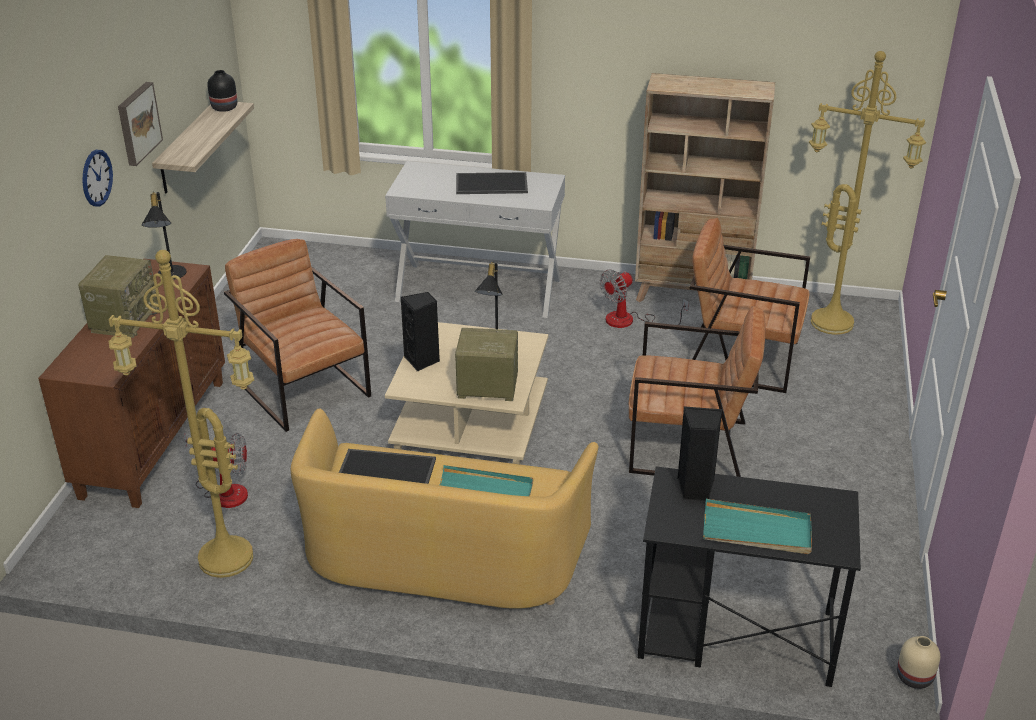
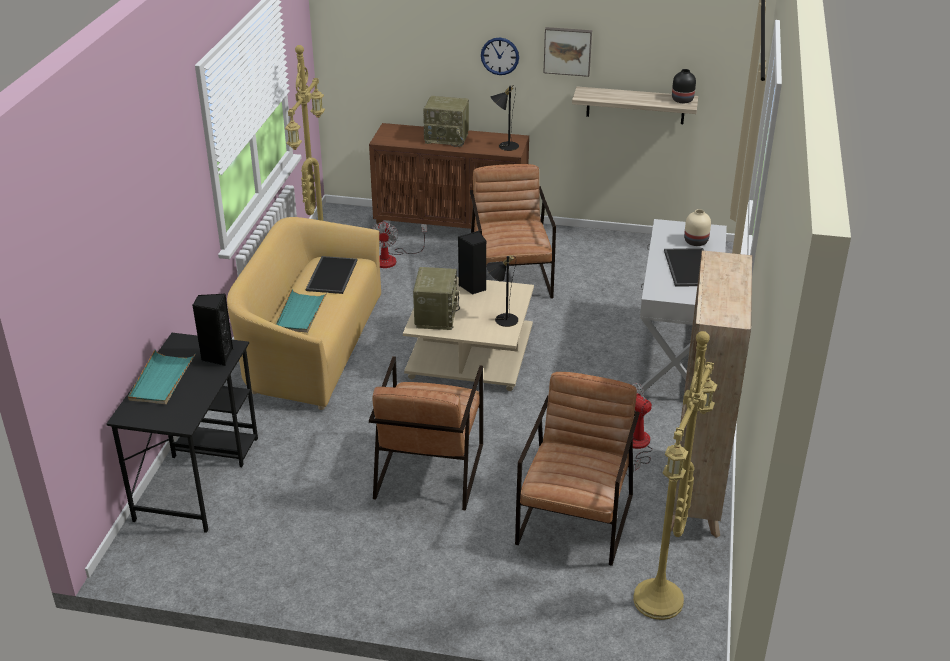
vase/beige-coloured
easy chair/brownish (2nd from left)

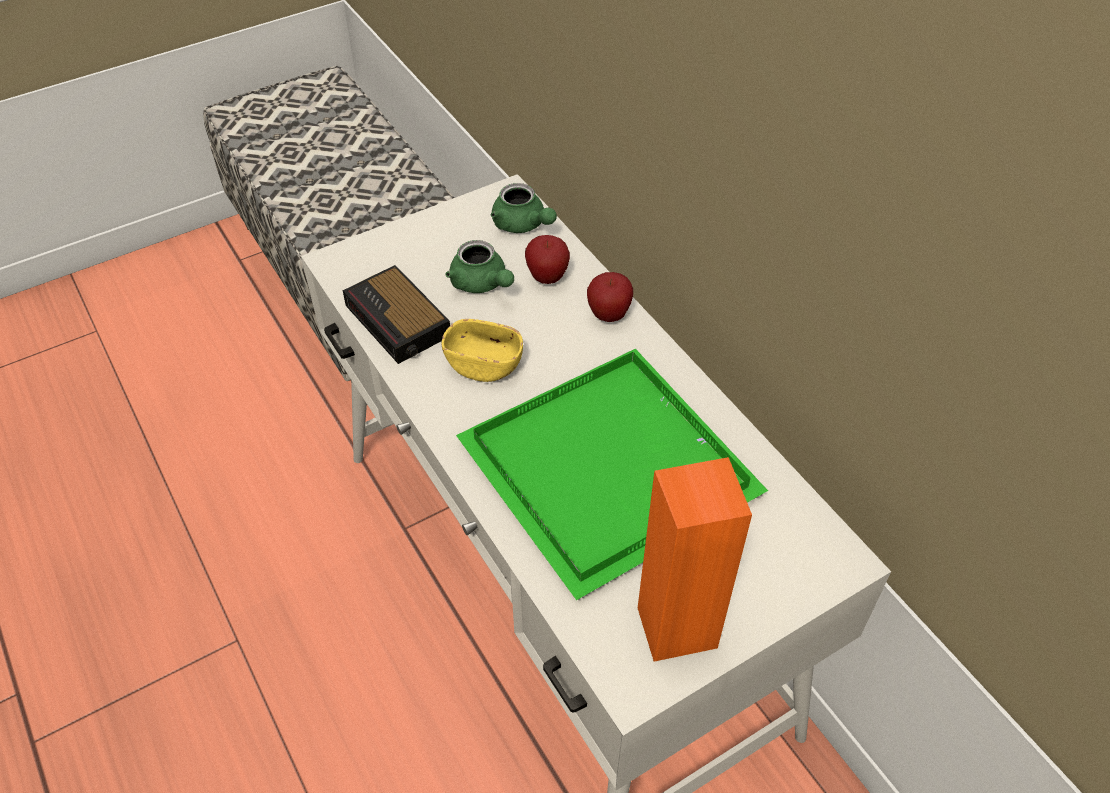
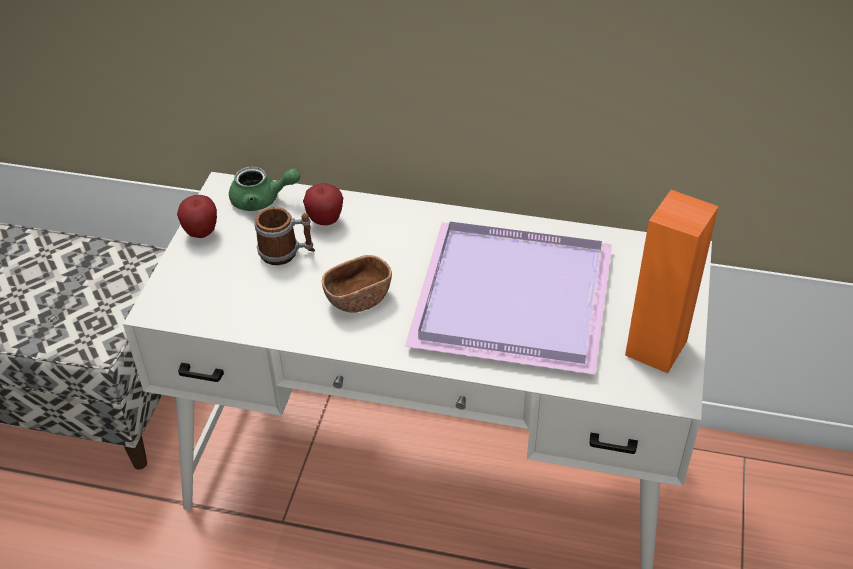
alarm clock
apple fruit (1st from left)
tea mug
bowl/brownish
carrying tray/purple-coloured

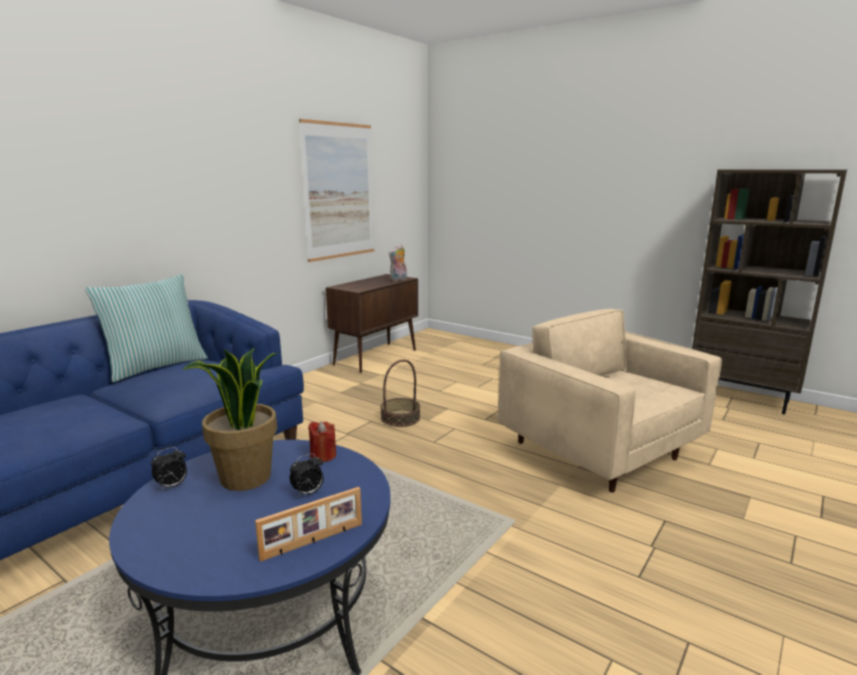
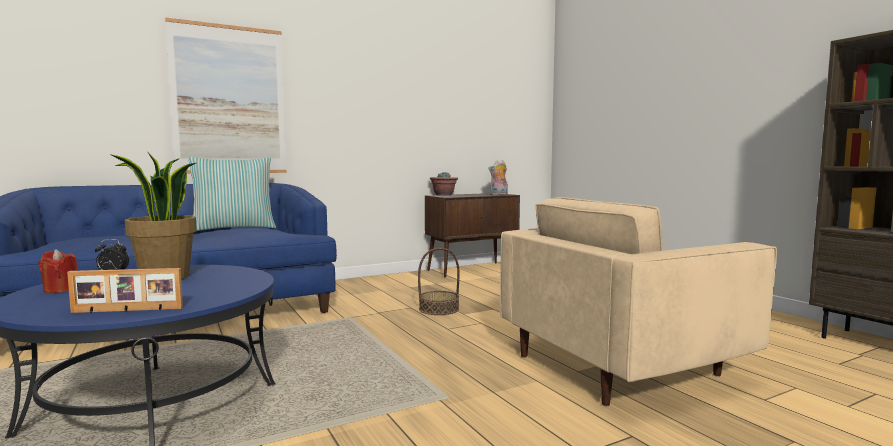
alarm clock (2nd from left in the first image)
potted plant (2nd from left)
wall art
wax candle/reddish
easy chair/beige-coloured

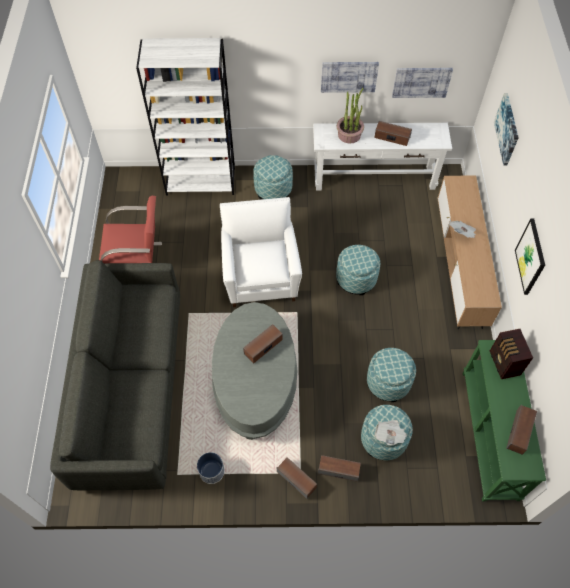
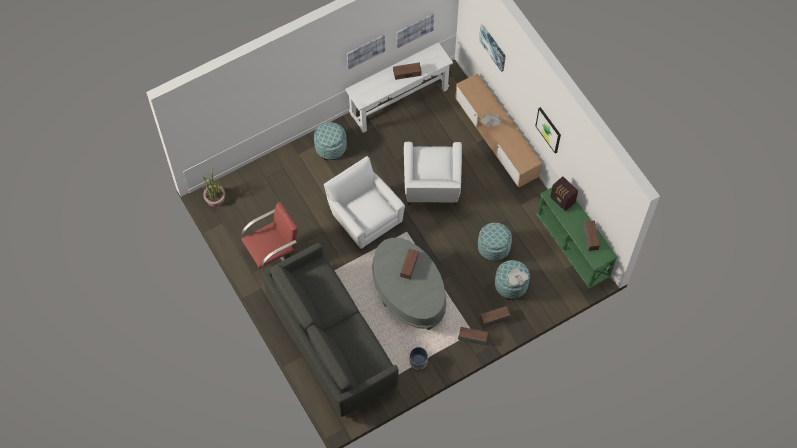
bookshelf/white
potted plant
easy chair/white (2nd from left)

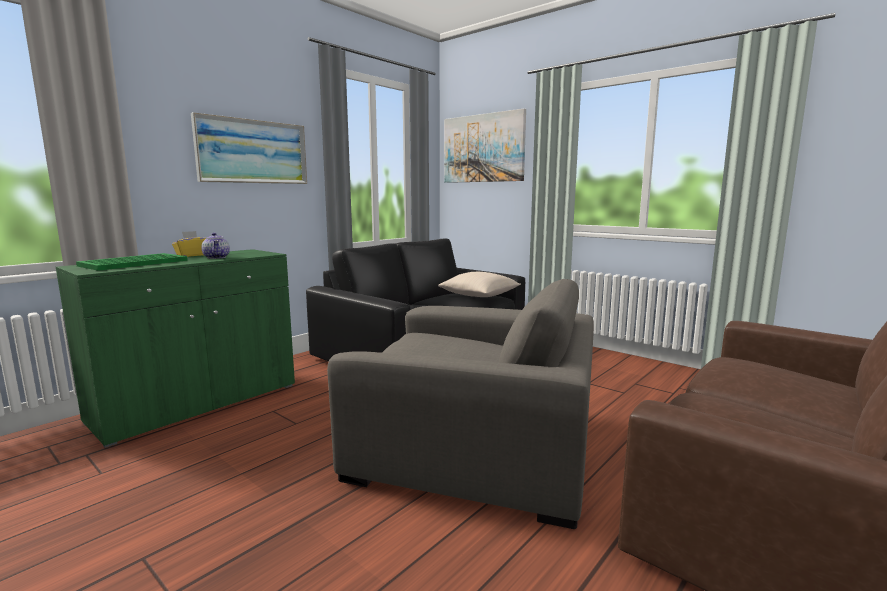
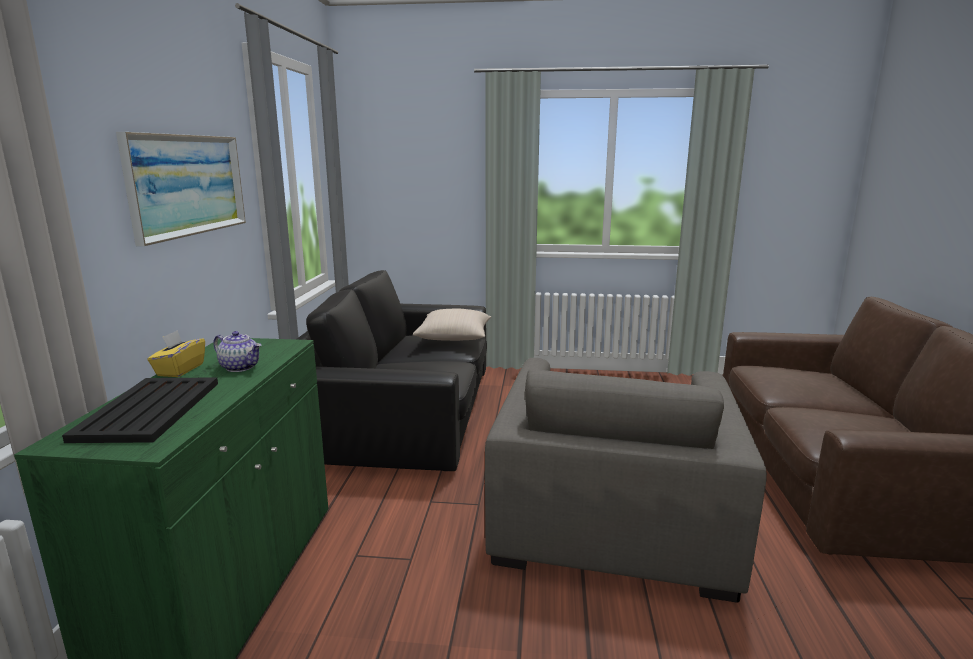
wall art (2nd from left in the first image)
carrying tray/black
easy chair/grey

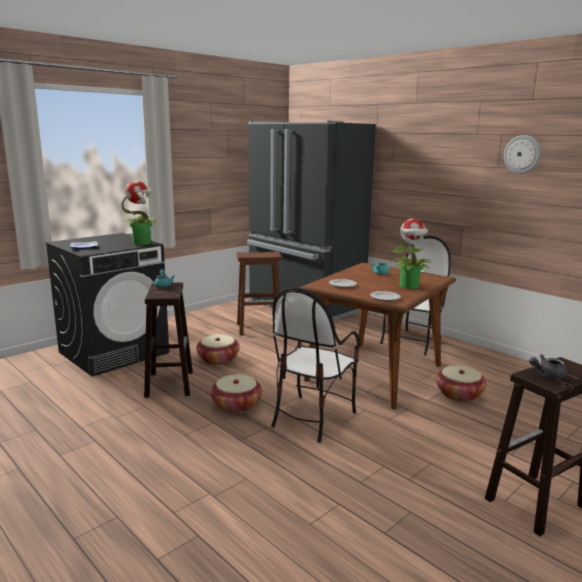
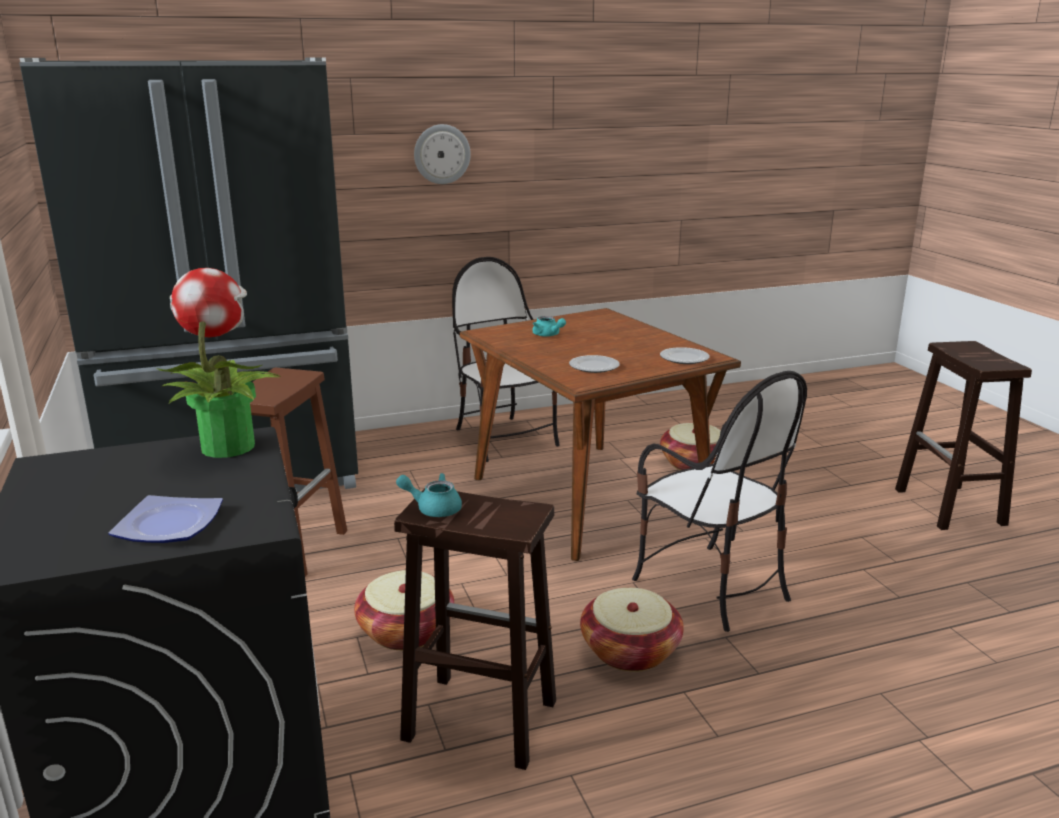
potted plant (2nd from left in the first image)
tea pot/grey
wall clock

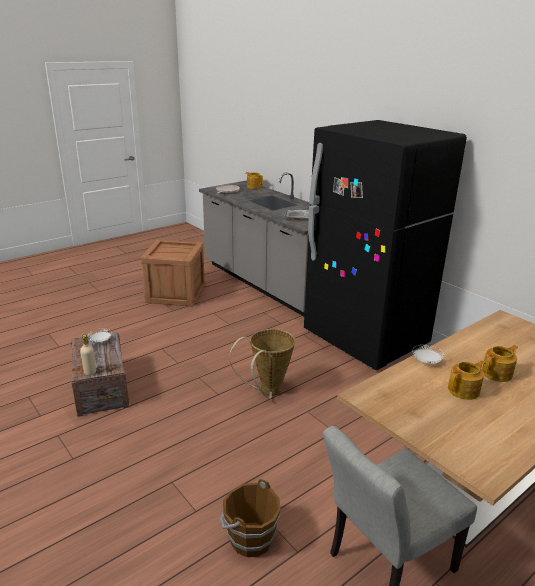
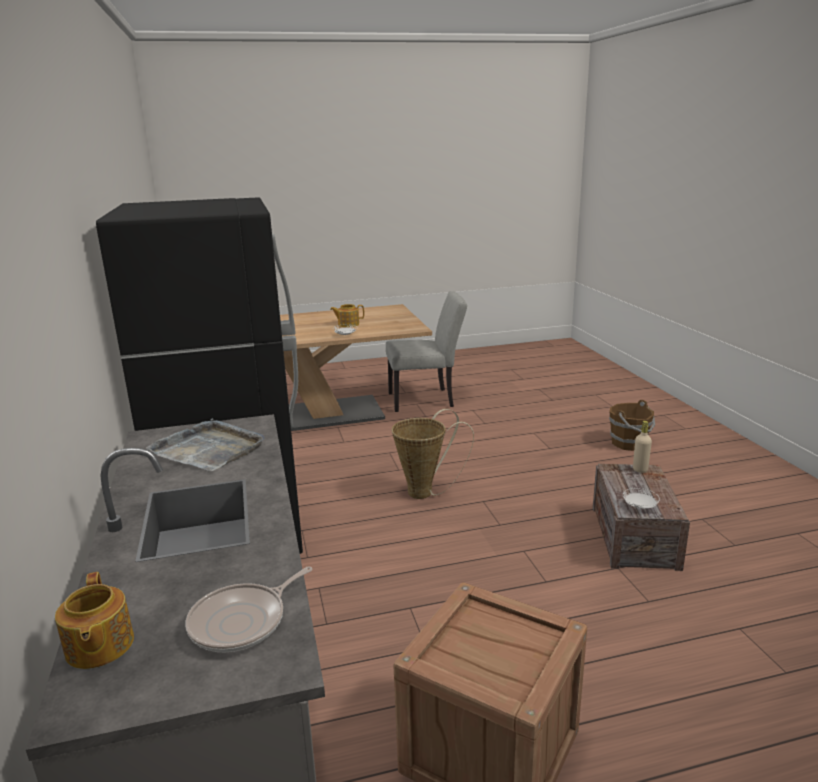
tea pot (3rd from left in the first image)
bucket/brownish

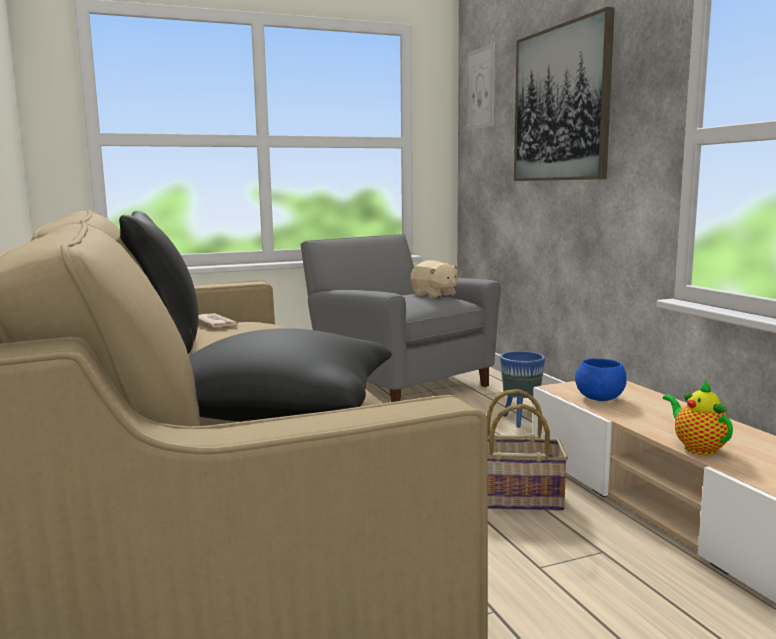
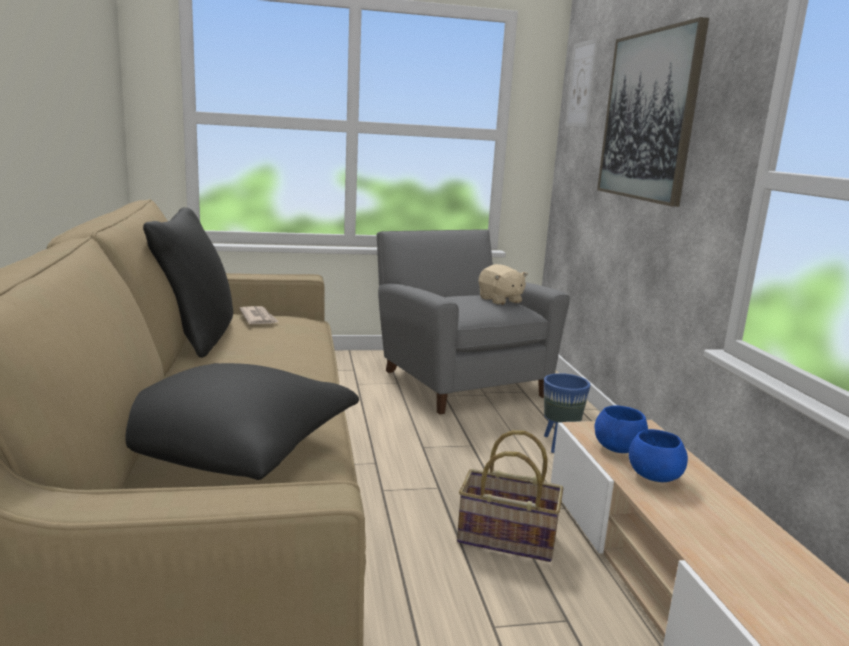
tea pot
bowl/blue (2nd from left)

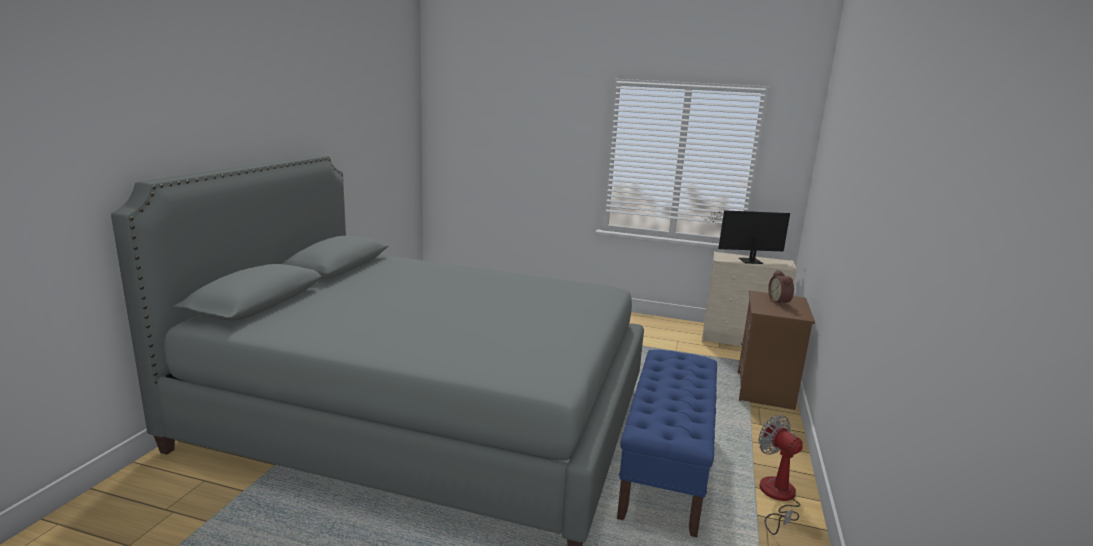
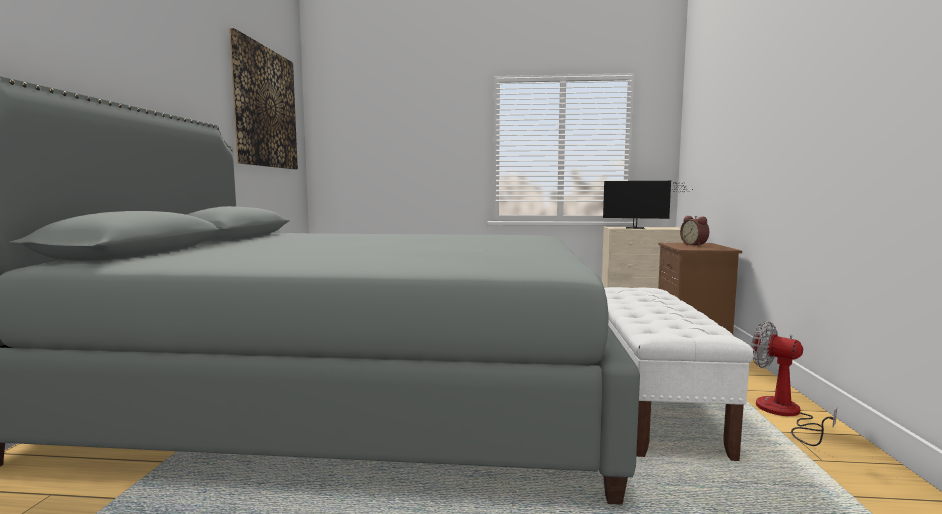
wall art
long seat/white
computer screen

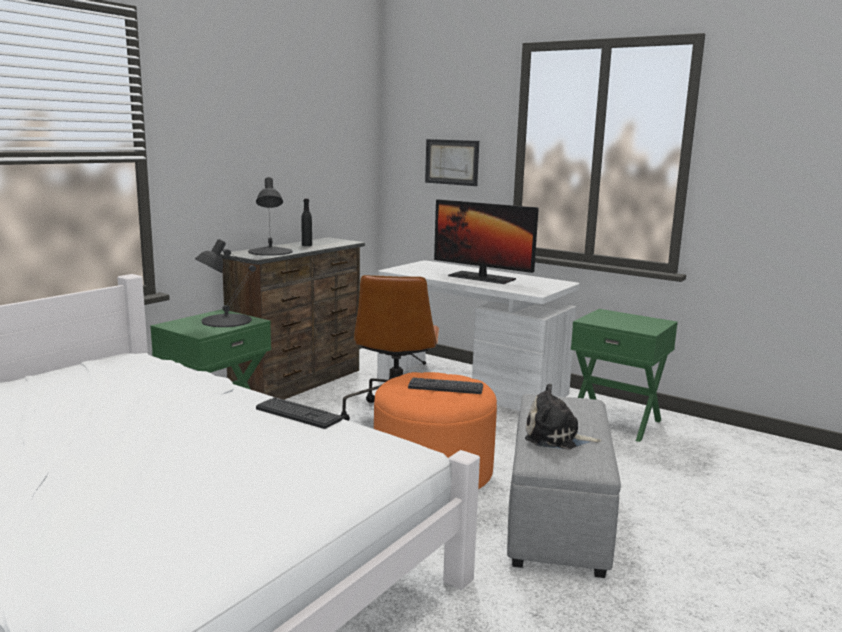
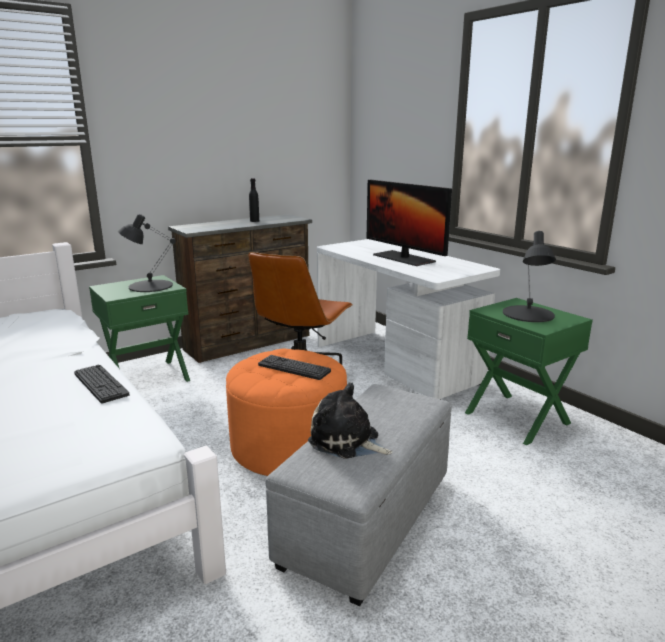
wall art
tabletop lamp/black (2nd from left)

